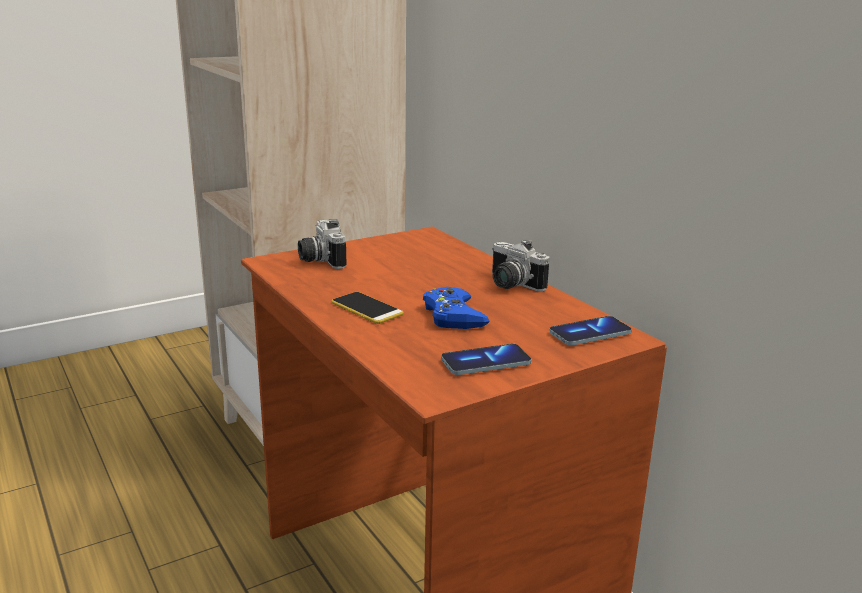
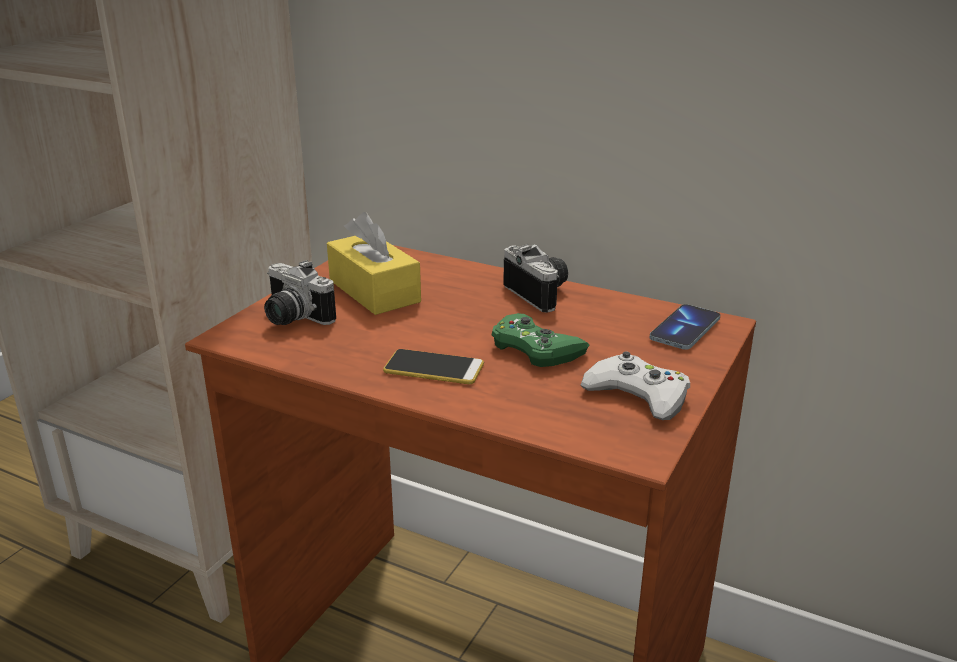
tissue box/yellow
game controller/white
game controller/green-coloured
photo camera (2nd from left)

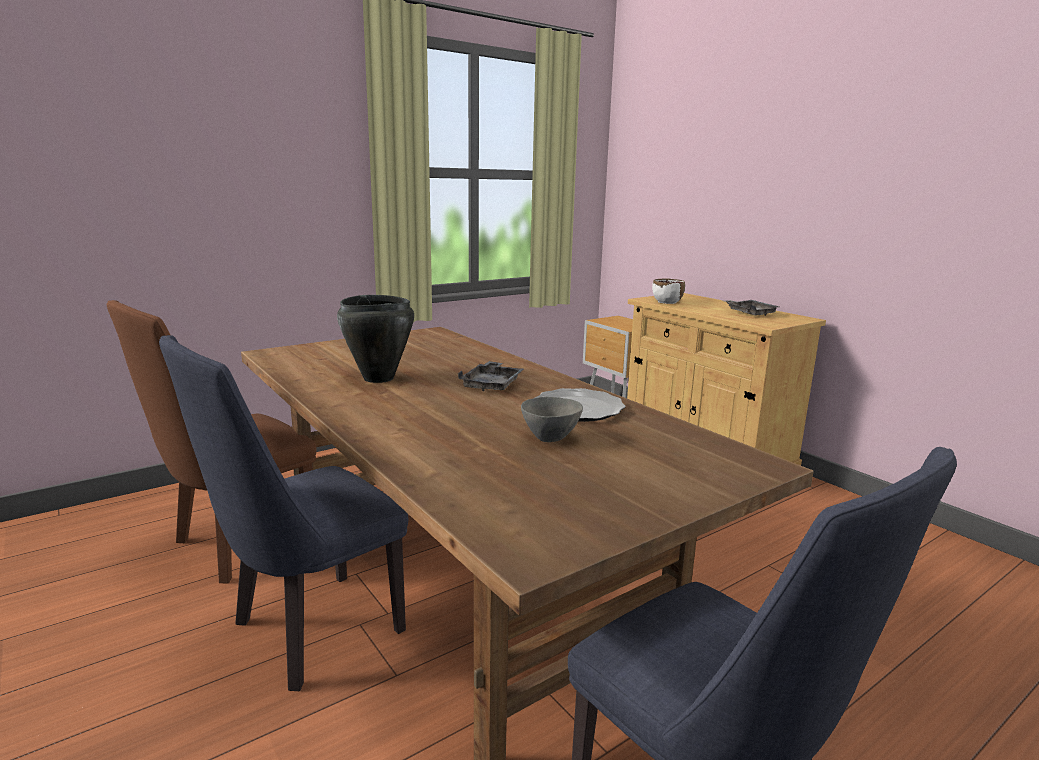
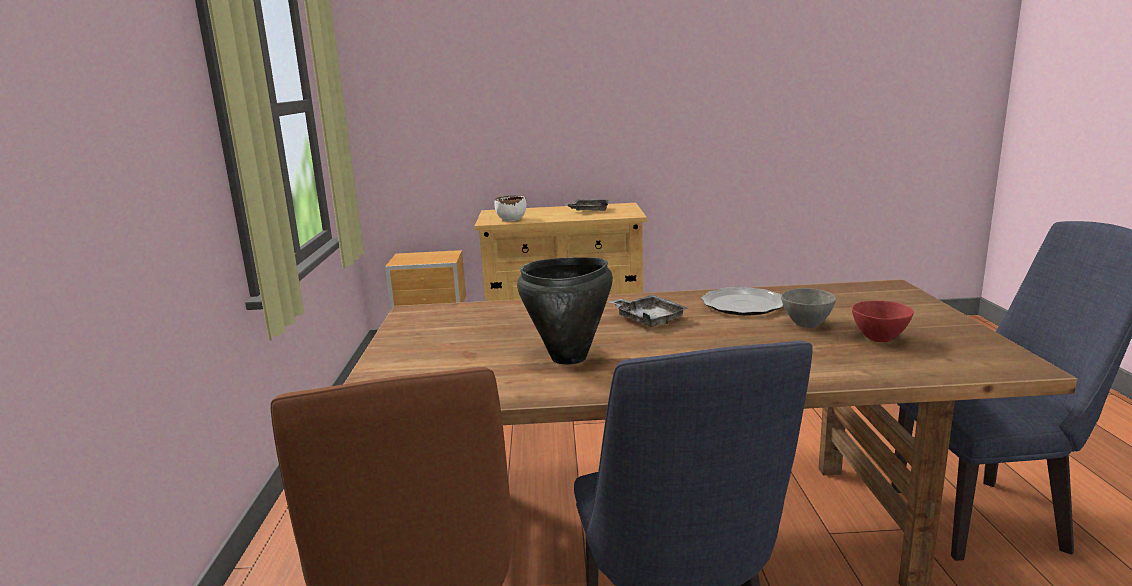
bowl/reddish

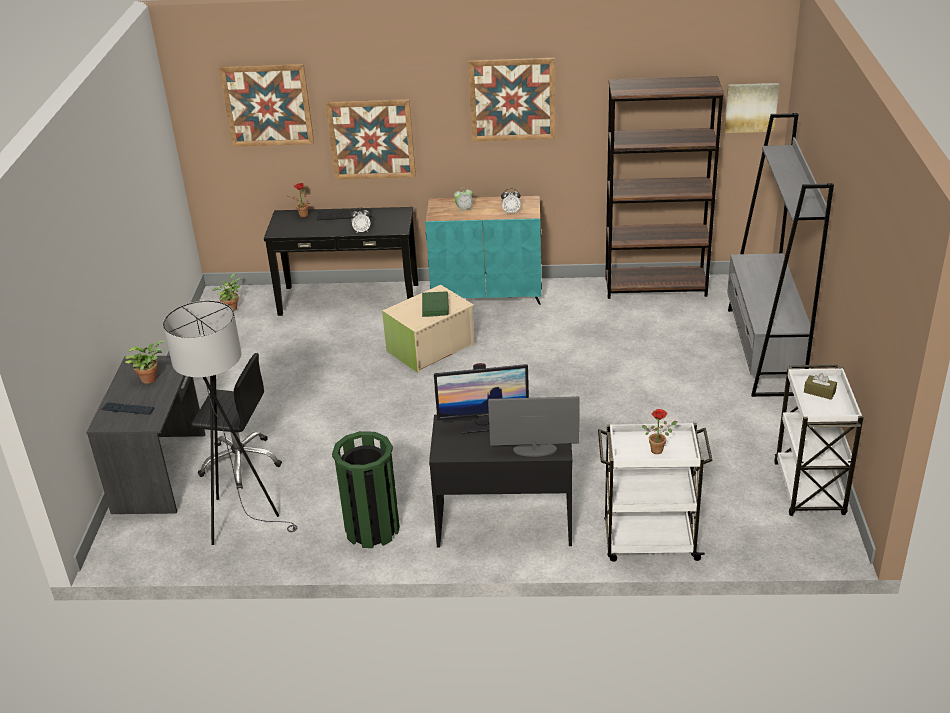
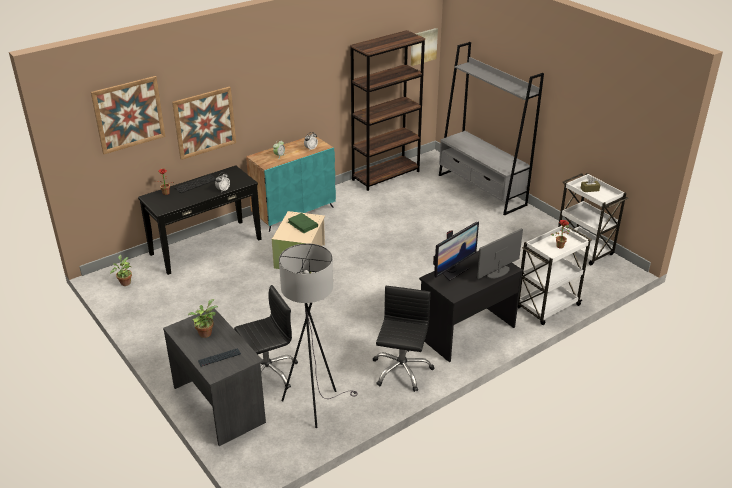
wall art (3rd from left in the first image)
office chair/black (2nd from left)

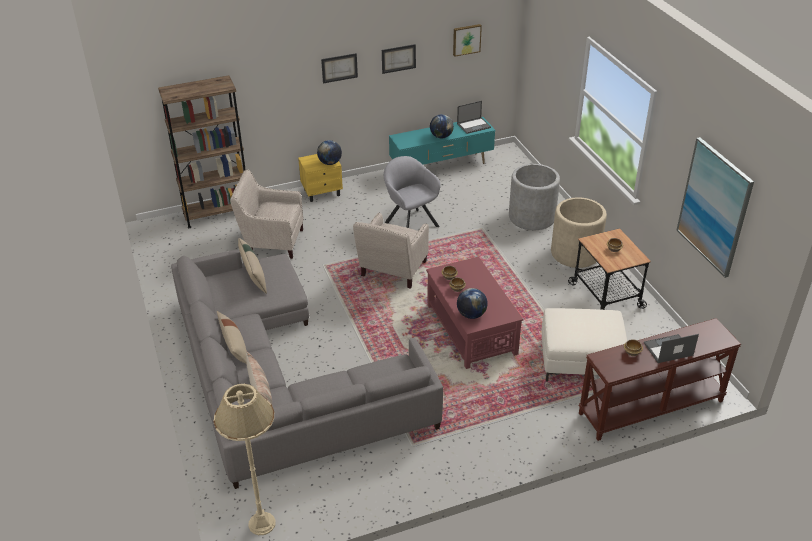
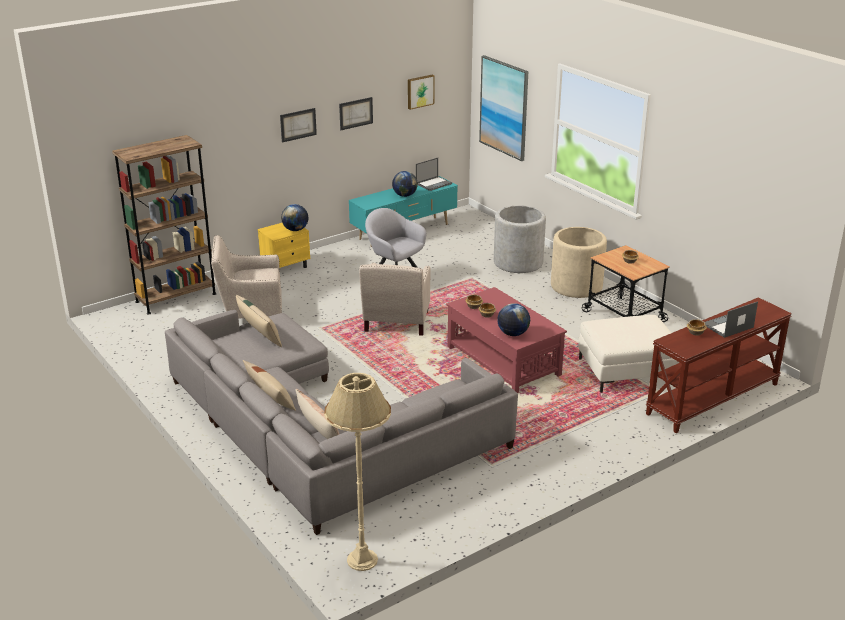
wall art (4th from left)

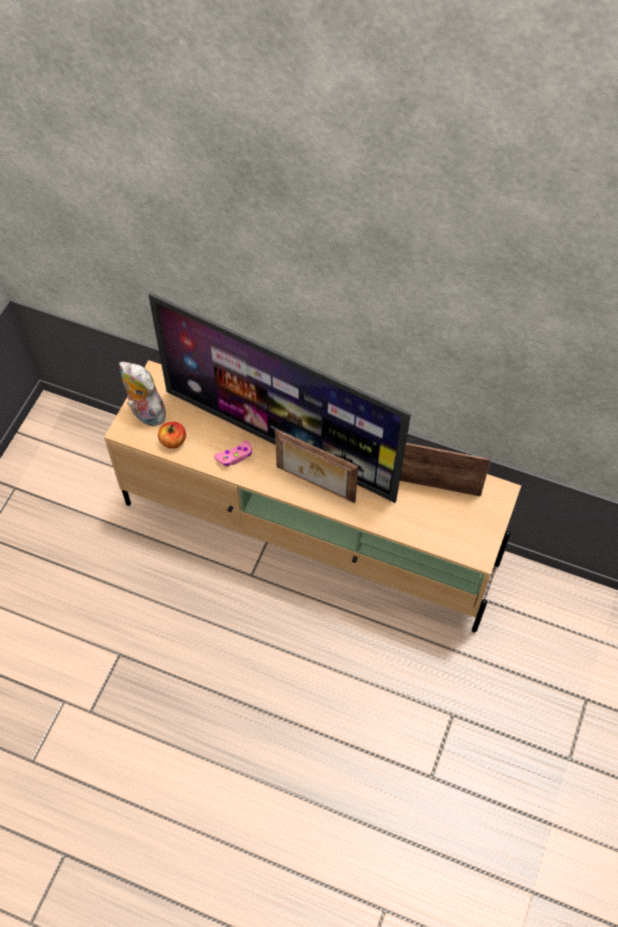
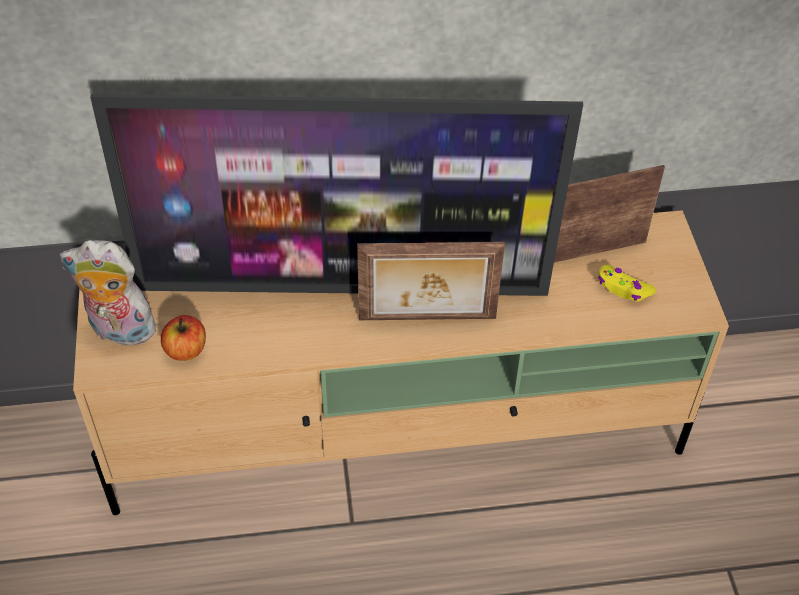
game controller/pink-coloured
game controller/yellow

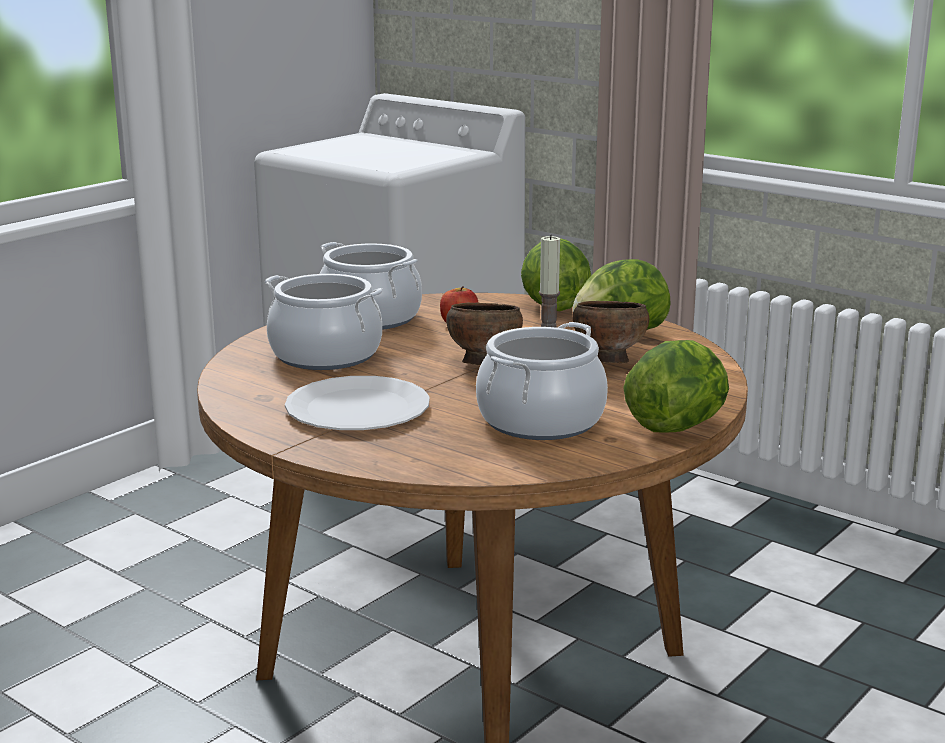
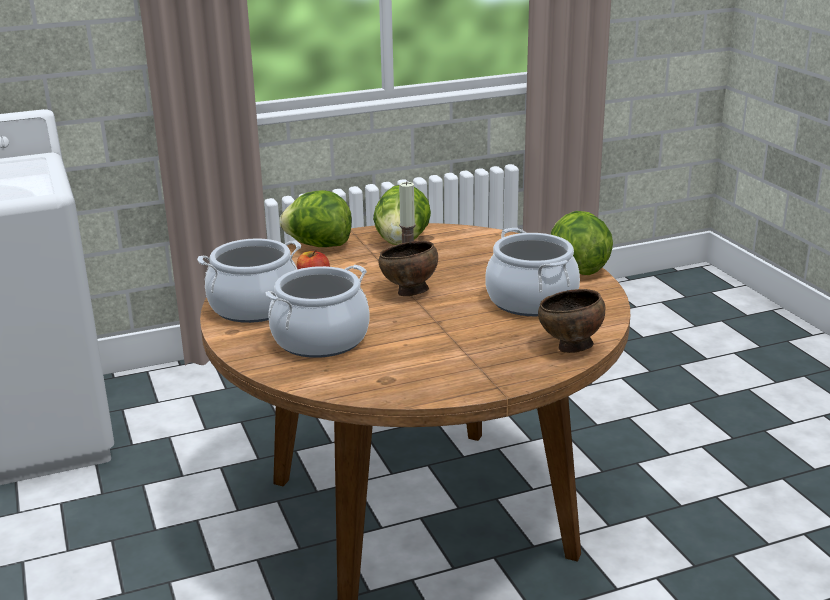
dinner plate/white
bowl/brownish (2nd from left)

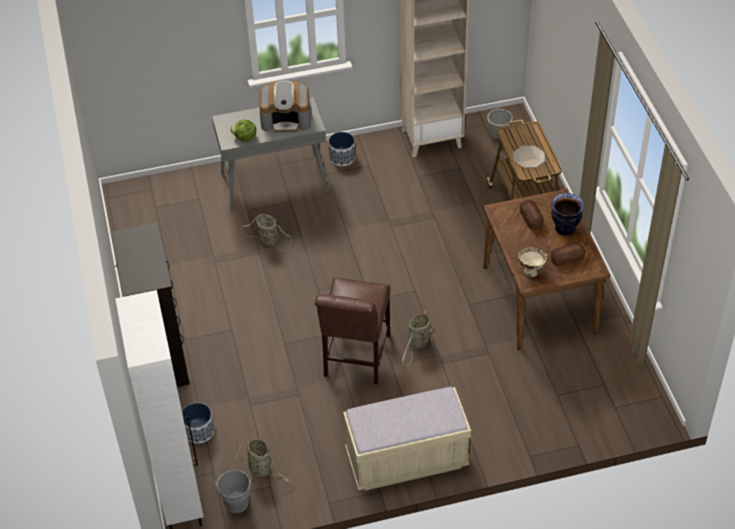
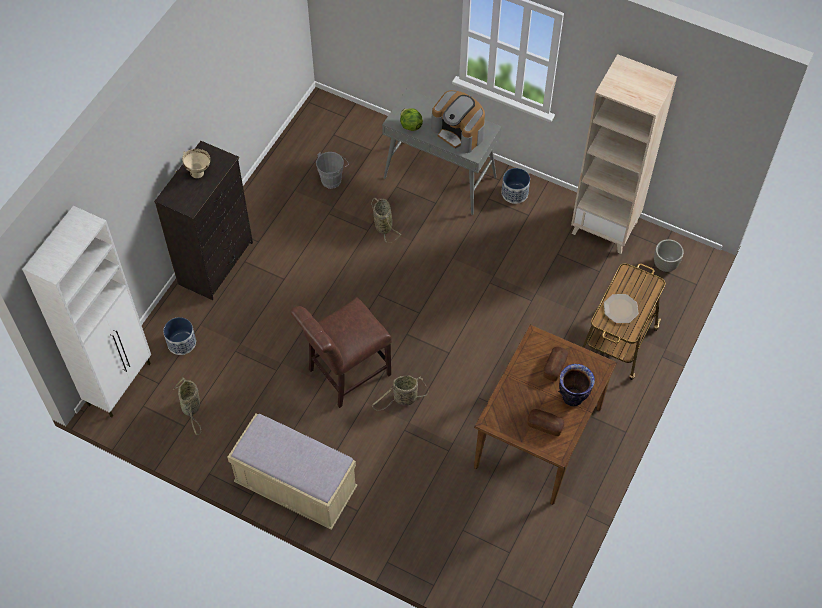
bucket/grey
bowl/beige-coloured

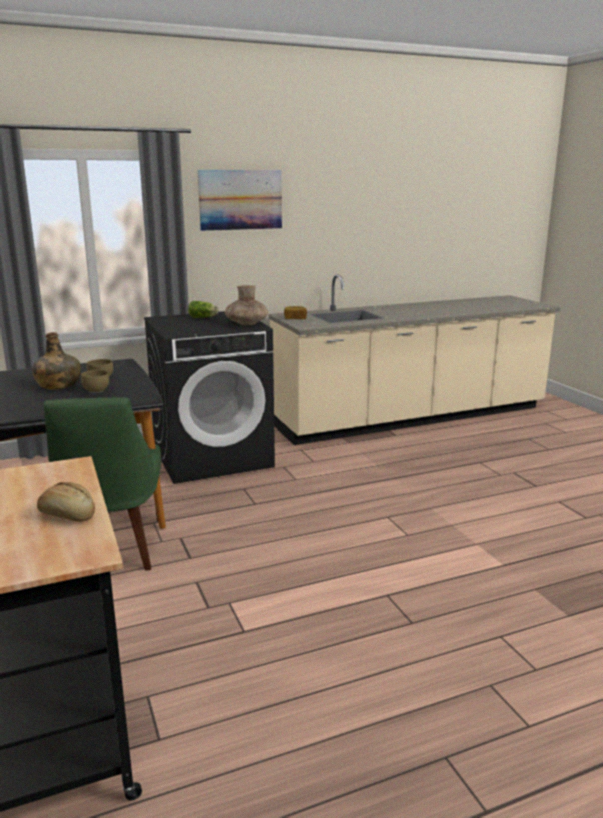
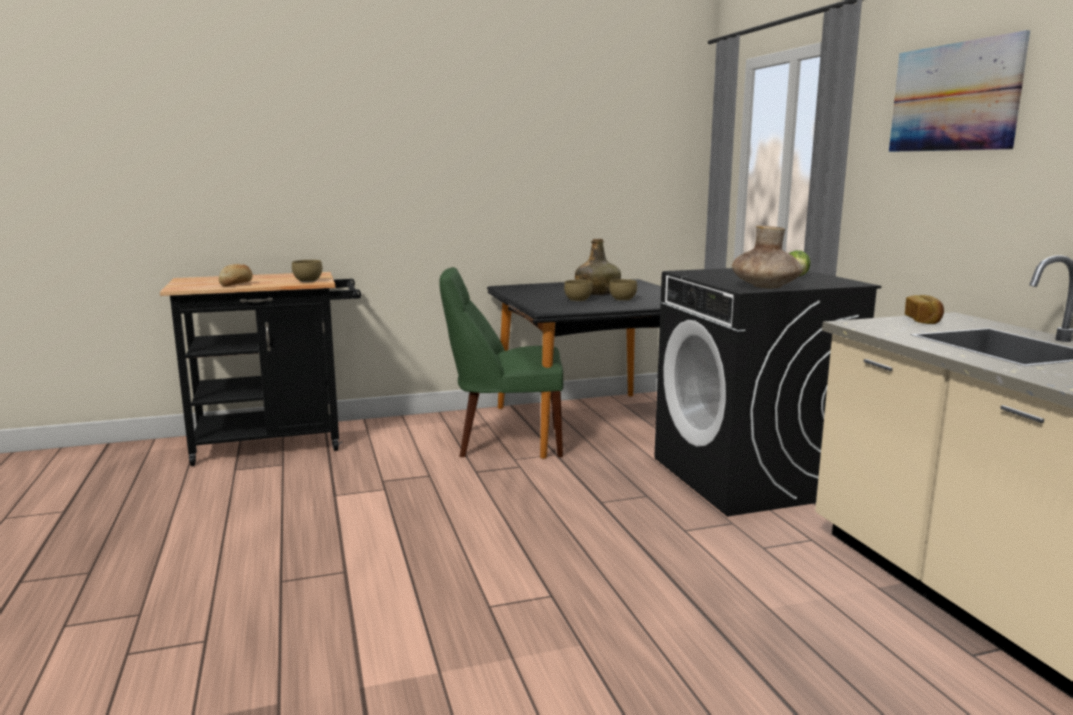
bowl/brownish (1st from left)

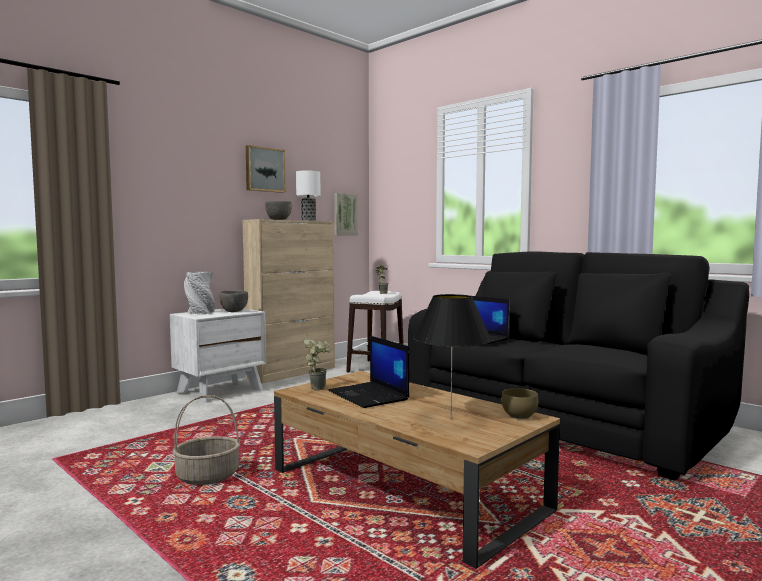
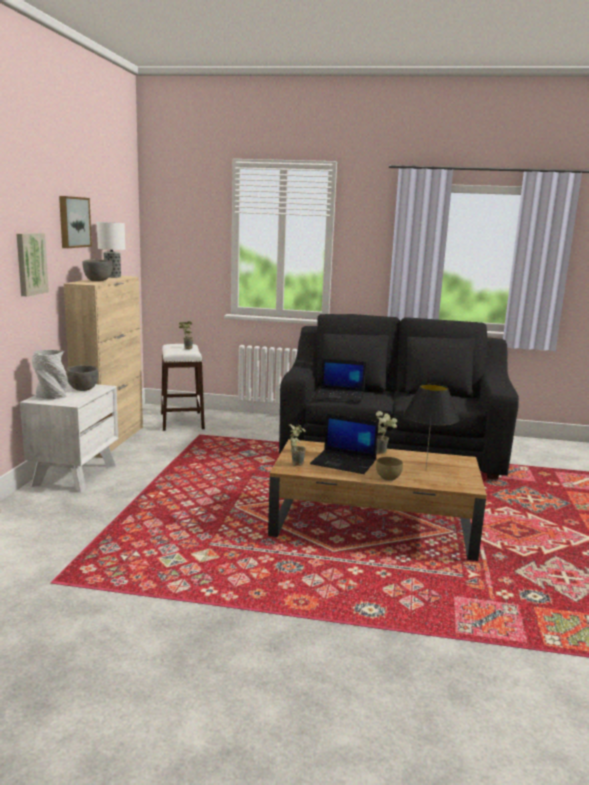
basket
potted plant (3rd from left)
wall art (1st from left)
bowl/brownish

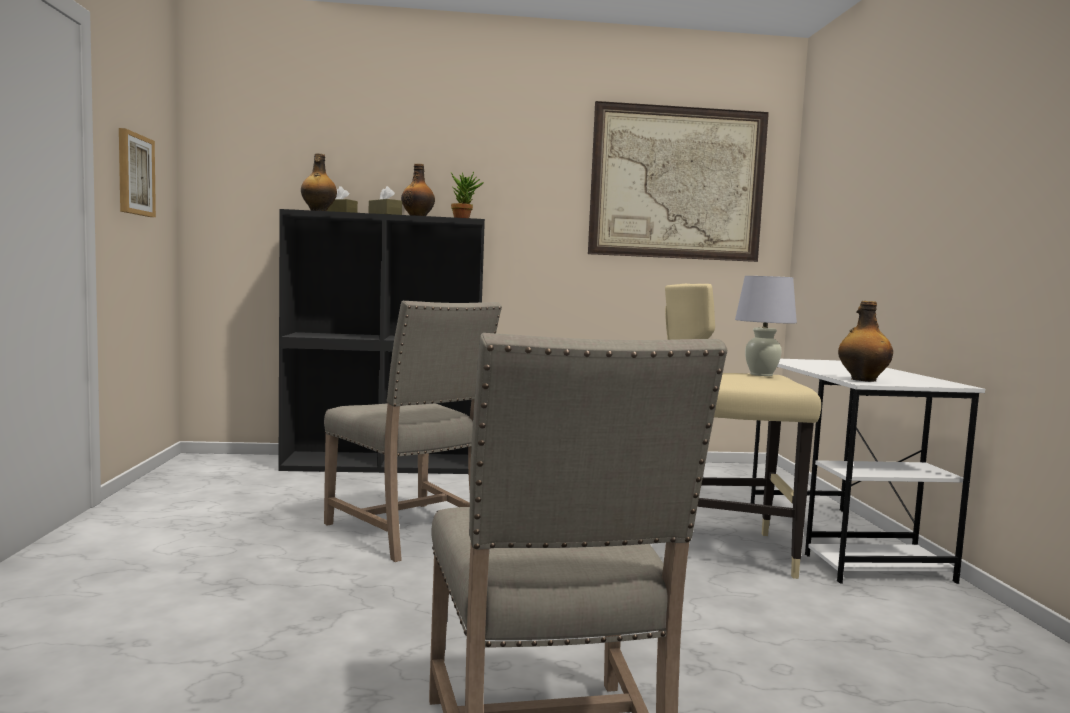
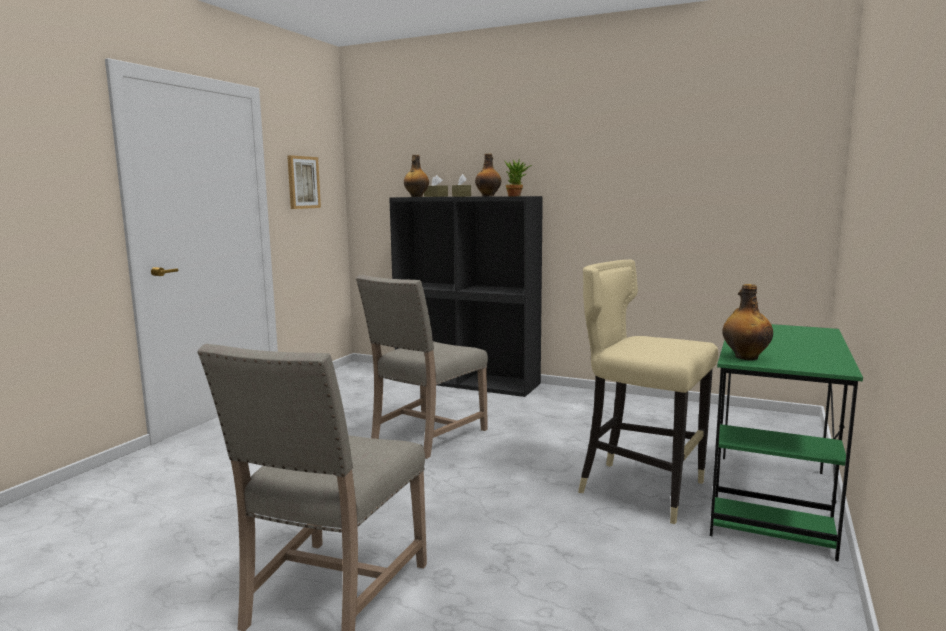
wall art (2nd from left in the first image)
tabletop lamp/white
desk unit/green-coloured
plain chair/beige-coloured (2nd from left)

